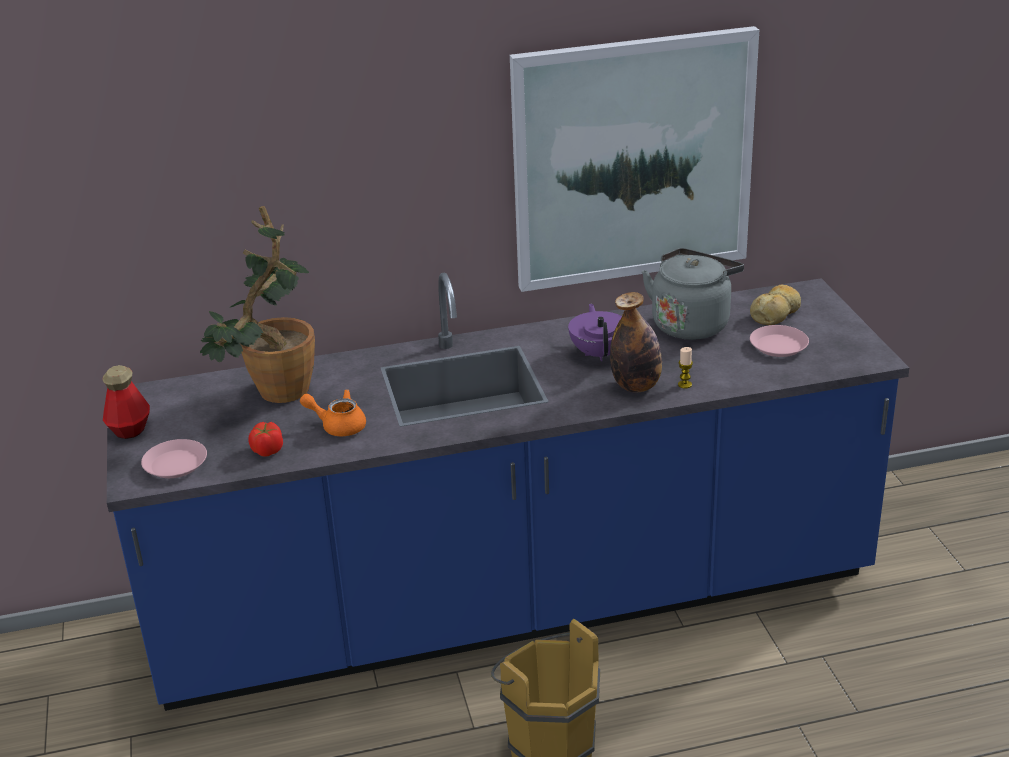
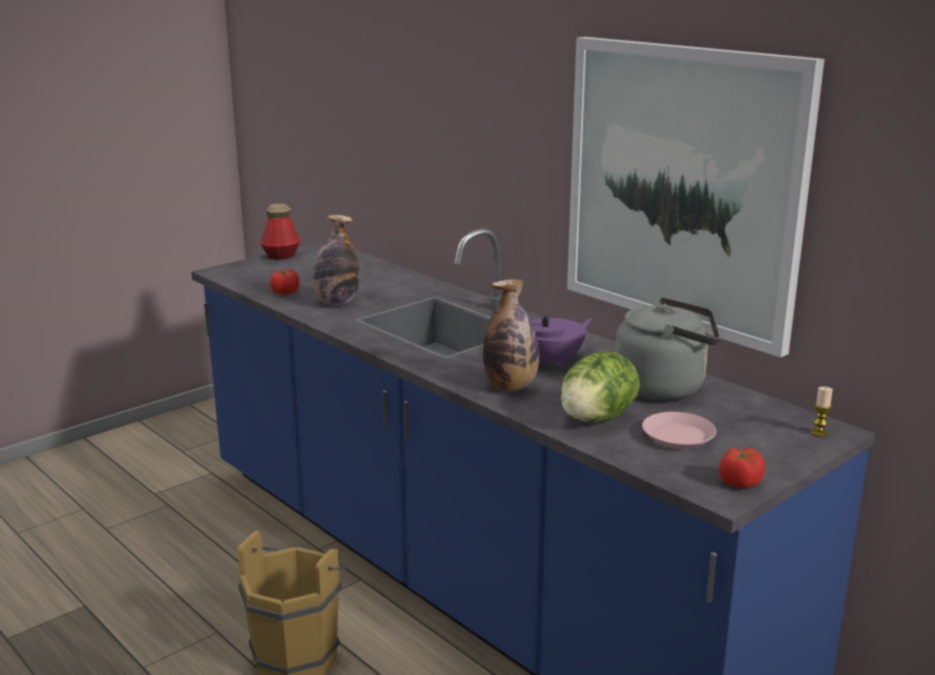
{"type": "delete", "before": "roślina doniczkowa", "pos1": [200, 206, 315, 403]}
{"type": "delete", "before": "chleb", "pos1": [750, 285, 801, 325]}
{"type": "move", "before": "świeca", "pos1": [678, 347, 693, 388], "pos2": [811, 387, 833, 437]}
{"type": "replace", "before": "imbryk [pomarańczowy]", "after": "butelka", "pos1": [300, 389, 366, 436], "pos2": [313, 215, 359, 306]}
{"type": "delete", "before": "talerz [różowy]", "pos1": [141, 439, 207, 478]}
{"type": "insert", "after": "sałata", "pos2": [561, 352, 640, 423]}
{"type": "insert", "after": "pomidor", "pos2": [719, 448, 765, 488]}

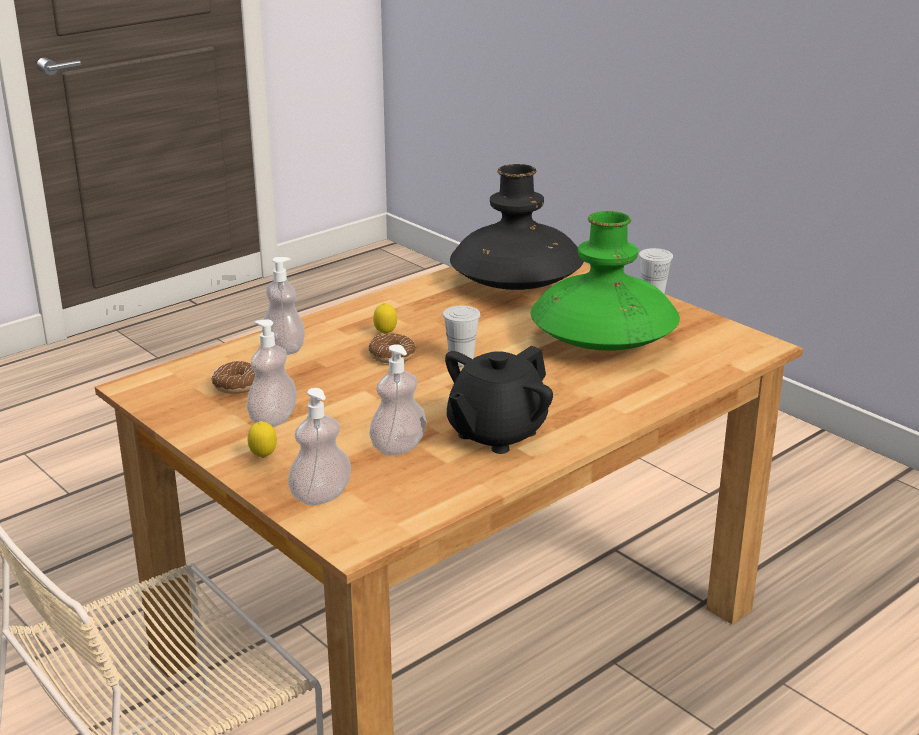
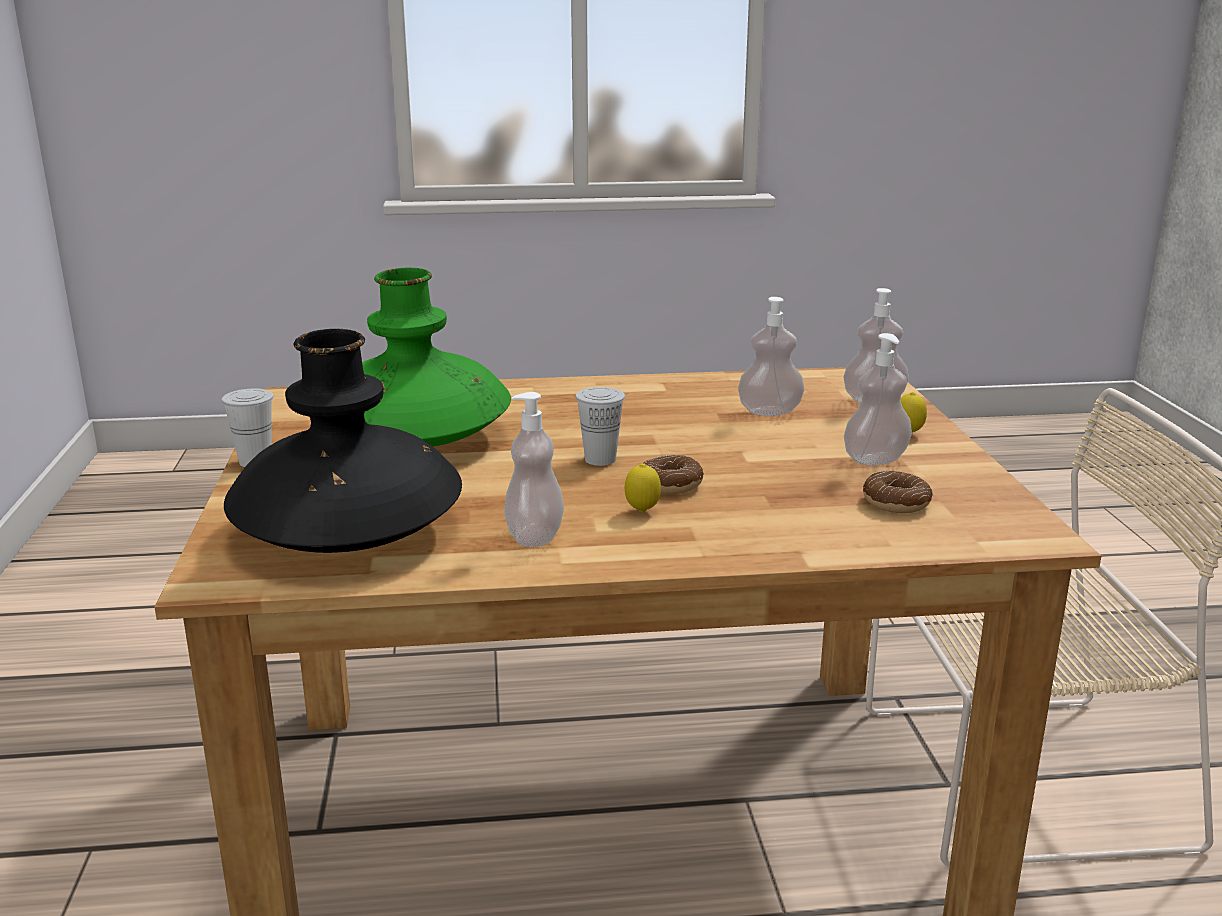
{"type": "move", "before": "dozownik mydła", "pos1": [264, 257, 305, 355], "pos2": [504, 392, 564, 547]}
{"type": "delete", "before": "imbryk [czarny]", "pos1": [445, 345, 553, 454]}

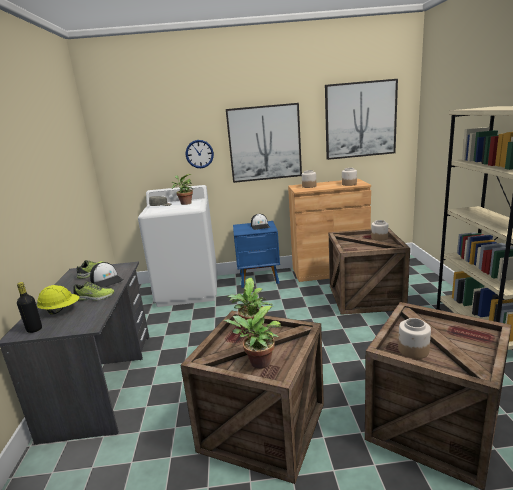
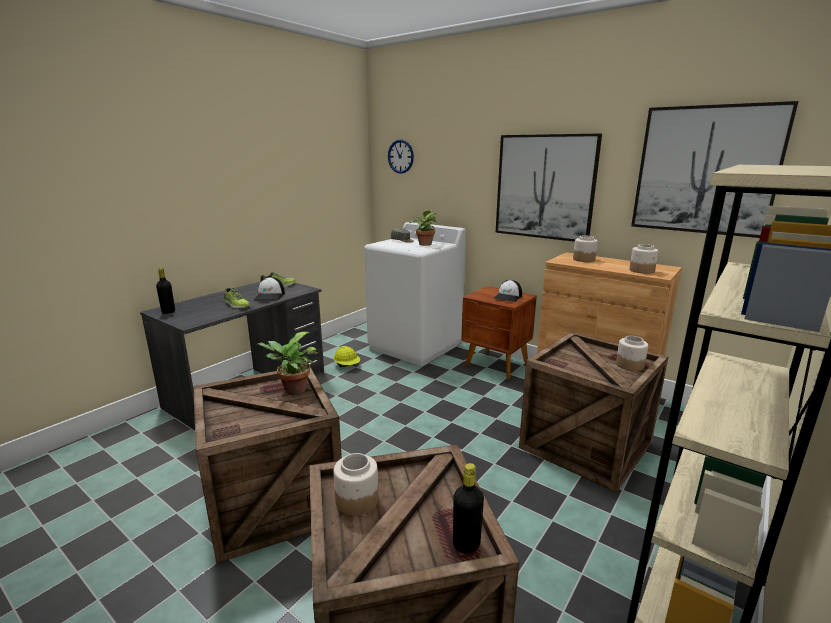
{"type": "move", "before": "zegar ścienny", "pos1": [186, 140, 214, 168], "pos2": [388, 139, 414, 174]}
{"type": "recolor", "before": "szafka nocna [niebieski]", "after": "szafka nocna [brązowy]", "pos1": [233, 221, 280, 288], "pos2": [461, 286, 537, 379]}
{"type": "move", "before": "kask [żółty]", "pos1": [37, 285, 79, 314], "pos2": [334, 346, 360, 367]}
{"type": "delete", "before": "roślina doniczkowa", "pos1": [224, 306, 282, 369]}
{"type": "insert", "after": "butelka [czarny]", "pos2": [453, 463, 484, 554]}

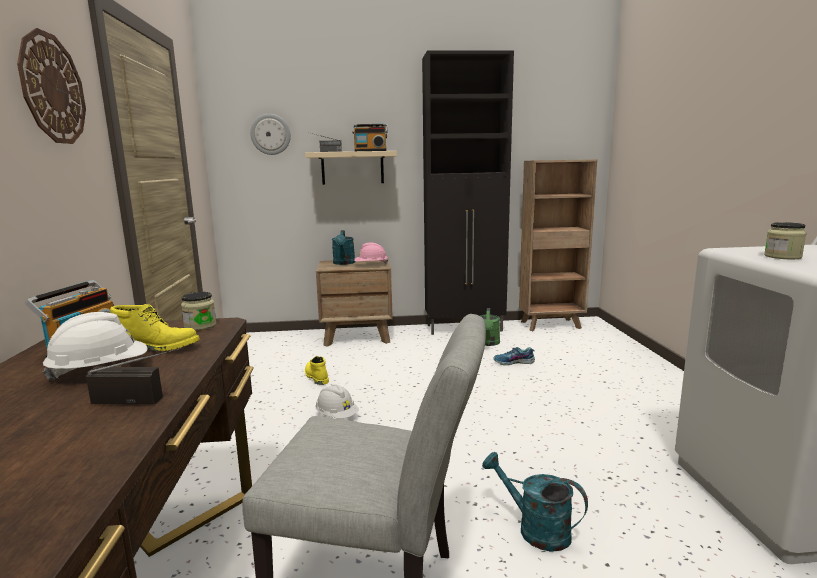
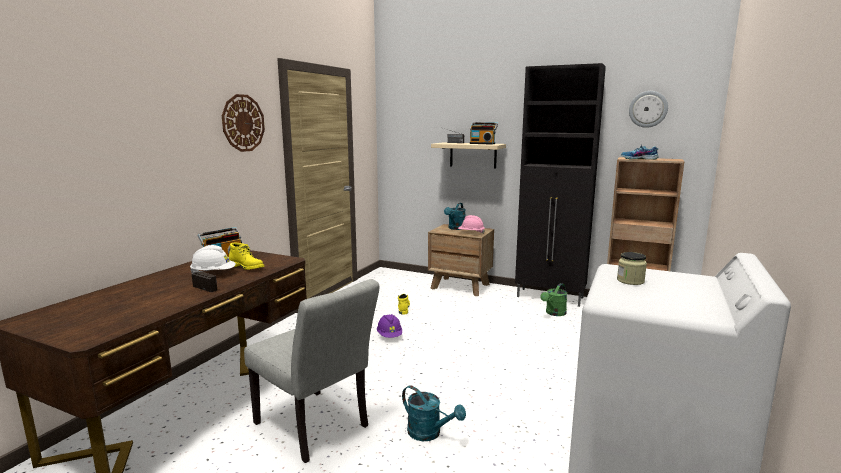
{"type": "move", "before": "zegar ścienny", "pos1": [250, 114, 291, 155], "pos2": [629, 91, 668, 128]}
{"type": "delete", "before": "słoik", "pos1": [181, 292, 216, 331]}
{"type": "move", "before": "but", "pos1": [493, 347, 535, 365], "pos2": [621, 145, 659, 160]}
{"type": "recolor", "before": "kask [biały]", "after": "kask [fioletowy]", "pos1": [315, 384, 358, 419], "pos2": [377, 314, 402, 338]}
{"type": "rotate", "before": "konewka [turkusowy]", "pos1": [482, 452, 588, 552], "pos2": [402, 385, 466, 441], "turn": 150}

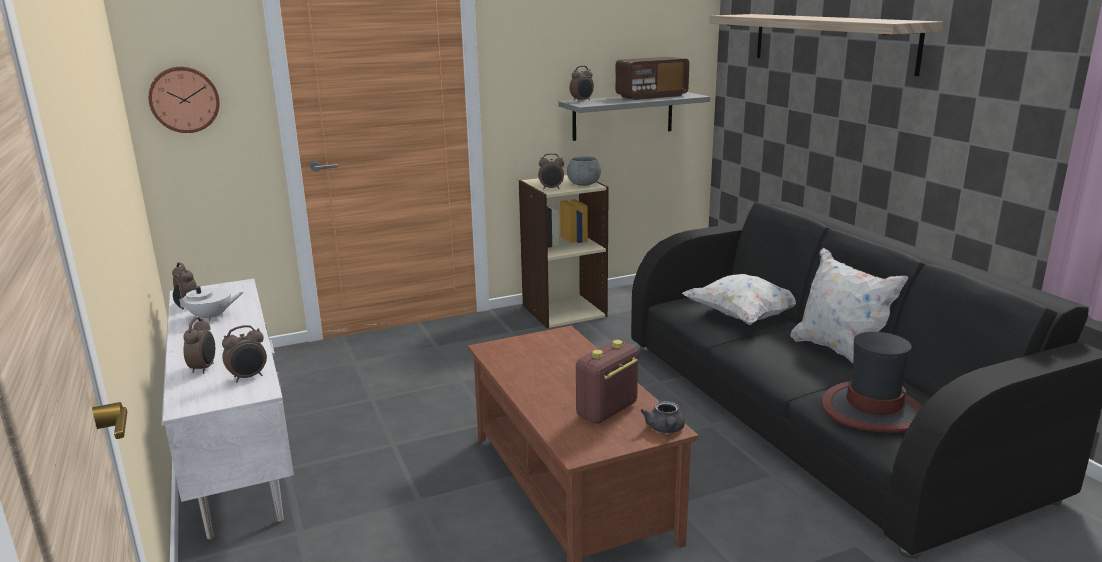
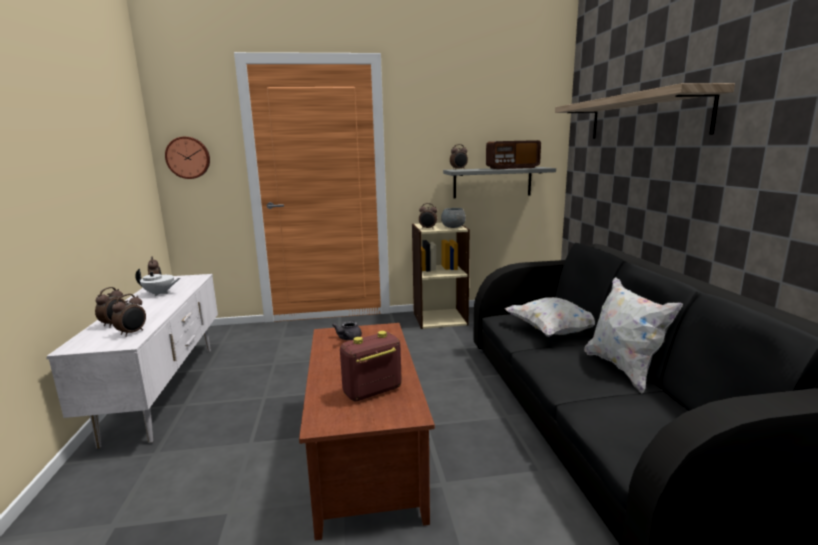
{"type": "rotate", "before": "budzik", "pos1": [222, 325, 267, 382], "pos2": [112, 294, 146, 337], "turn": -45}
{"type": "delete", "before": "kapelusz", "pos1": [821, 332, 921, 433]}
{"type": "move", "before": "imbryk [szary]", "pos1": [640, 401, 685, 433], "pos2": [332, 321, 362, 340]}

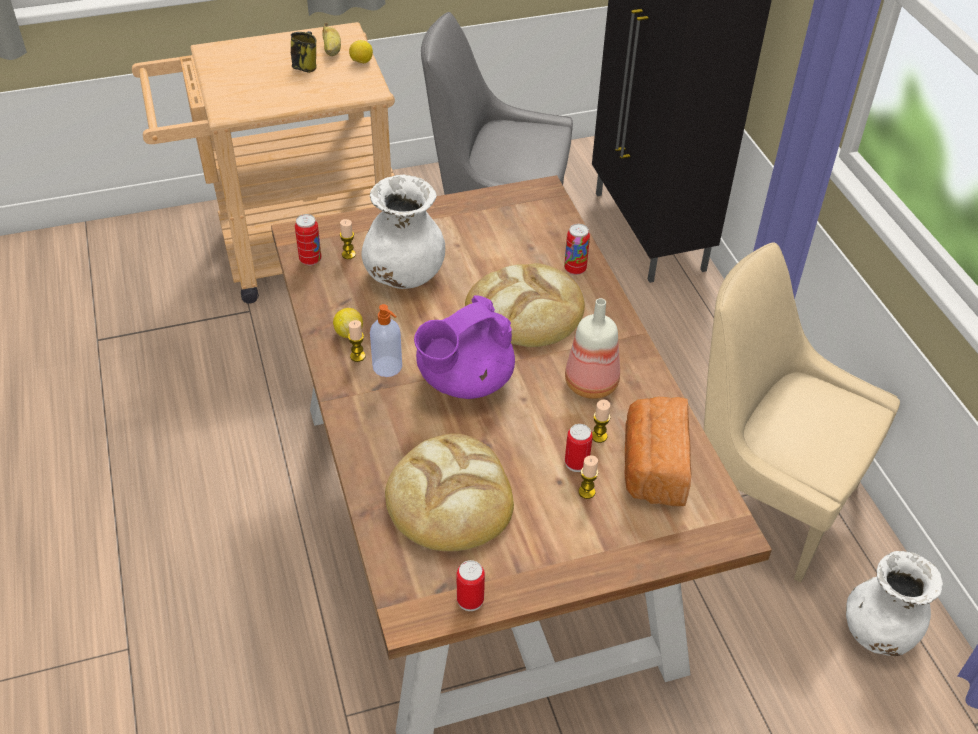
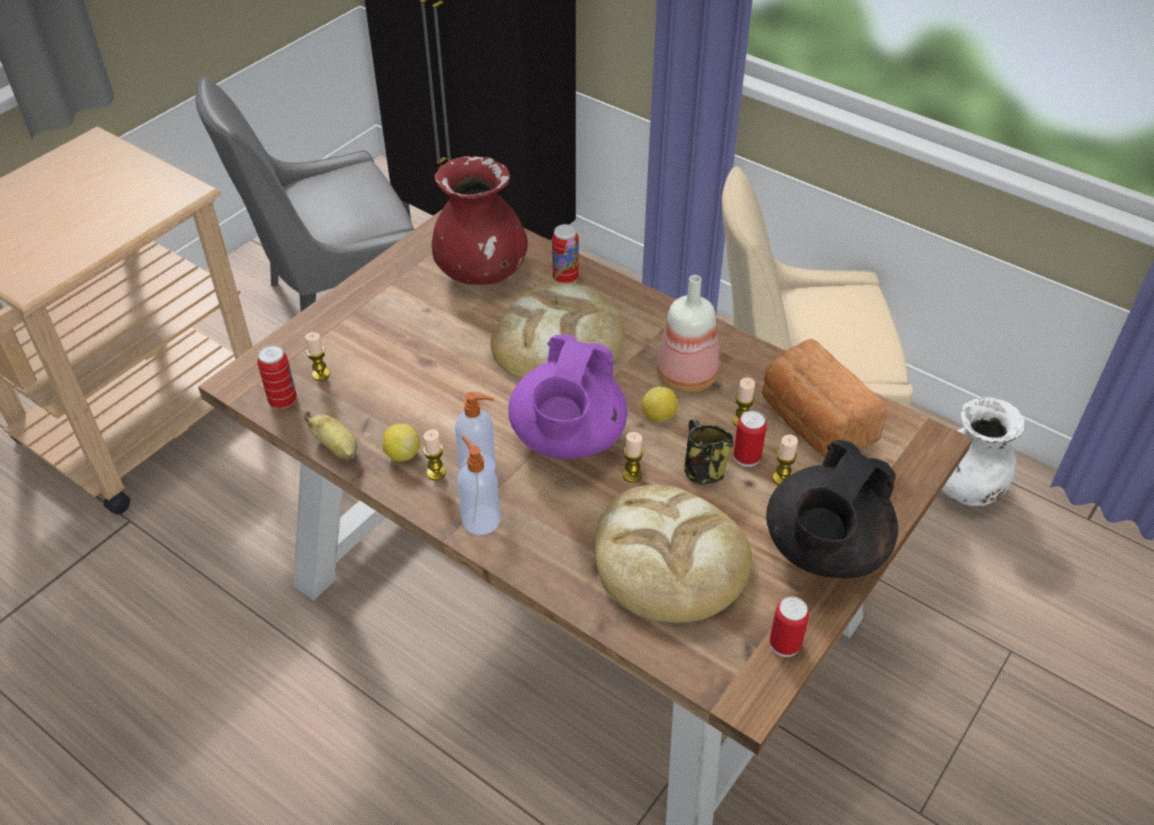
{"type": "move", "before": "banan", "pos1": [322, 23, 341, 56], "pos2": [304, 411, 357, 460]}
{"type": "move", "before": "kubek", "pos1": [291, 31, 317, 73], "pos2": [684, 419, 734, 485]}
{"type": "move", "before": "cytryna", "pos1": [349, 40, 373, 63], "pos2": [642, 386, 678, 422]}
{"type": "delete", "before": "wazon [biały]", "pos1": [361, 175, 445, 289]}
{"type": "insert", "after": "wazon [czerwony]", "pos2": [432, 156, 528, 285]}
{"type": "insert", "after": "świeca", "pos2": [623, 432, 644, 483]}
{"type": "insert", "after": "dozownik mydła", "pos2": [458, 436, 500, 535]}
{"type": "insert", "after": "imbryk [czarny]", "pos2": [766, 440, 898, 578]}

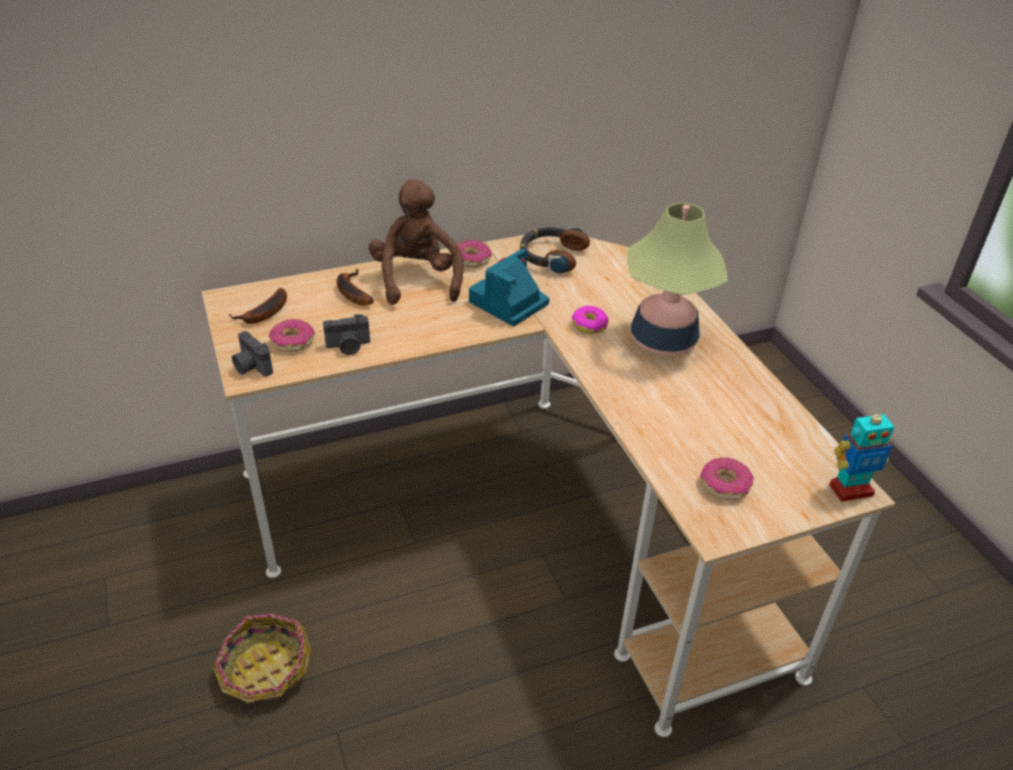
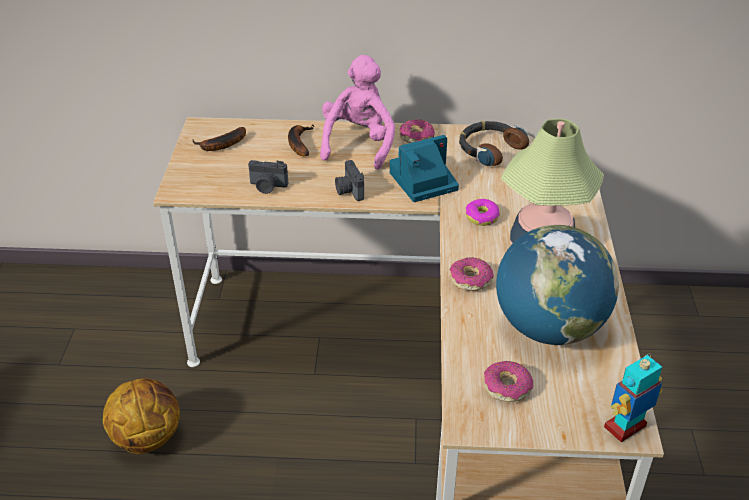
{"type": "recolor", "before": "pluszak [brązowy]", "after": "pluszak [różowy]", "pos1": [369, 179, 464, 305], "pos2": [320, 55, 395, 170]}
{"type": "move", "before": "donut", "pos1": [269, 319, 315, 352], "pos2": [450, 257, 494, 291]}
{"type": "move", "before": "aparat fotograficzny", "pos1": [232, 331, 273, 376], "pos2": [335, 160, 364, 201]}
{"type": "rotate", "before": "robot zabawkowy", "pos1": [830, 408, 895, 502], "pos2": [604, 353, 662, 442], "turn": 135}
{"type": "replace", "before": "koszyk", "after": "piłka do koszykówki", "pos1": [213, 614, 311, 718], "pos2": [103, 378, 180, 454]}
{"type": "insert", "after": "globus", "pos2": [496, 225, 619, 345]}

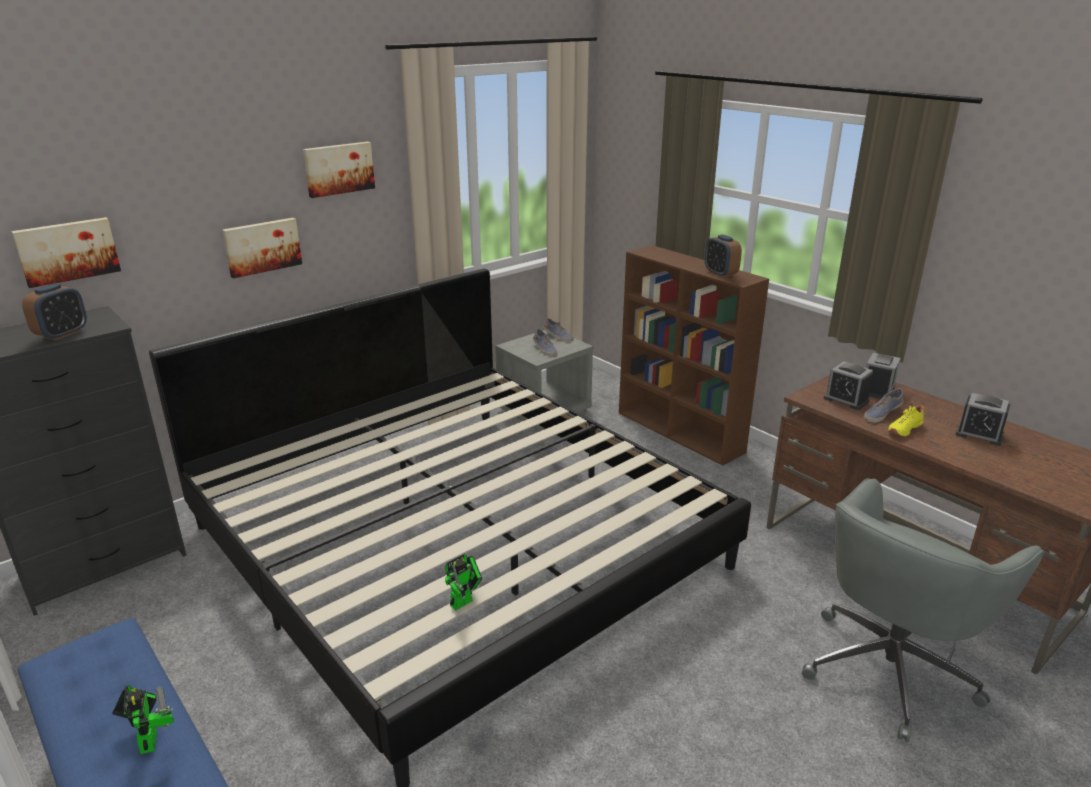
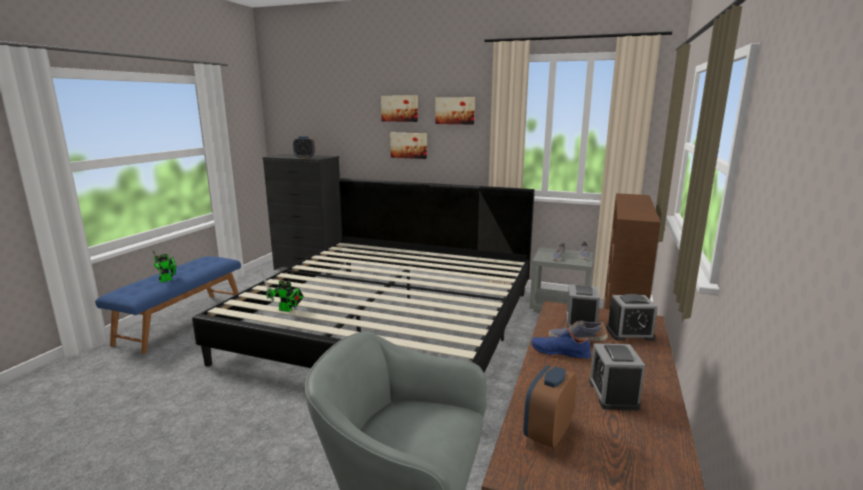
{"type": "move", "before": "obraz", "pos1": [11, 217, 121, 288], "pos2": [381, 96, 418, 122]}
{"type": "move", "before": "budzik", "pos1": [705, 235, 742, 277], "pos2": [523, 365, 577, 448]}
{"type": "recolor", "before": "but [żółty]", "after": "but [niebieski]", "pos1": [888, 401, 924, 437], "pos2": [531, 324, 593, 360]}

